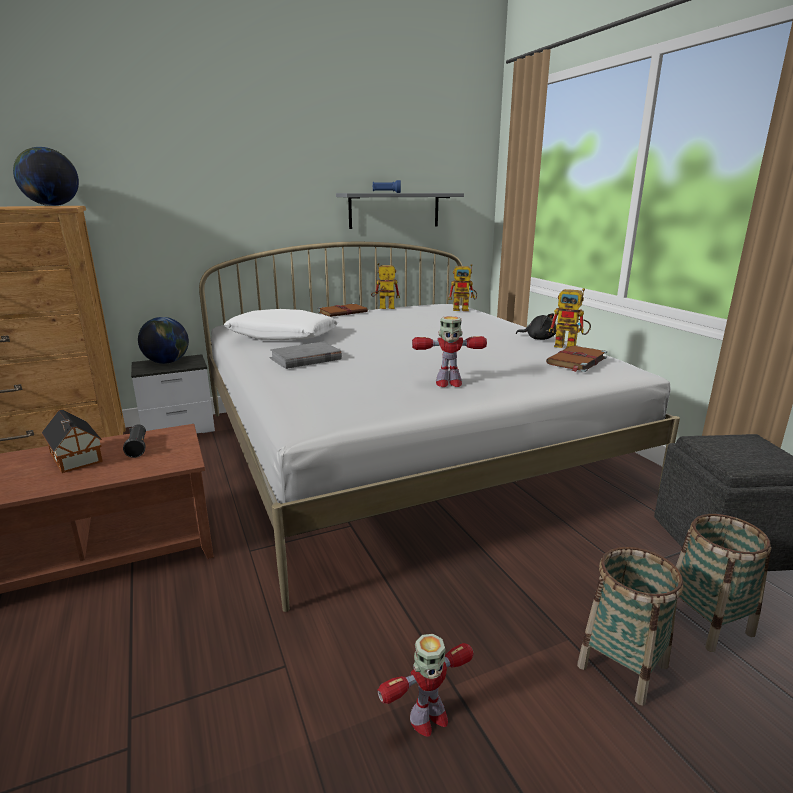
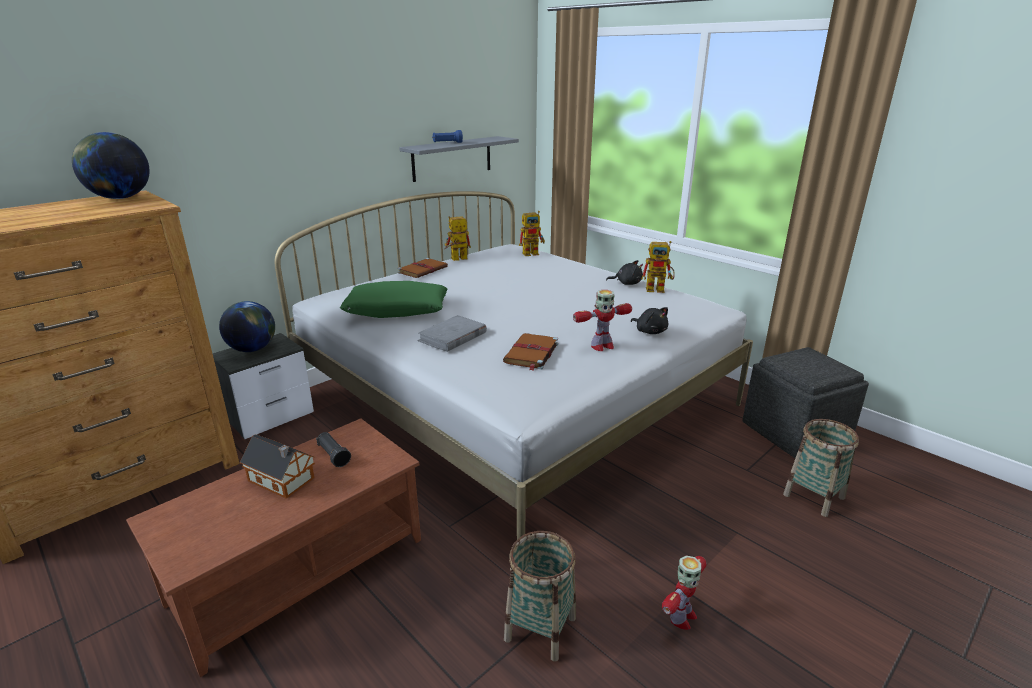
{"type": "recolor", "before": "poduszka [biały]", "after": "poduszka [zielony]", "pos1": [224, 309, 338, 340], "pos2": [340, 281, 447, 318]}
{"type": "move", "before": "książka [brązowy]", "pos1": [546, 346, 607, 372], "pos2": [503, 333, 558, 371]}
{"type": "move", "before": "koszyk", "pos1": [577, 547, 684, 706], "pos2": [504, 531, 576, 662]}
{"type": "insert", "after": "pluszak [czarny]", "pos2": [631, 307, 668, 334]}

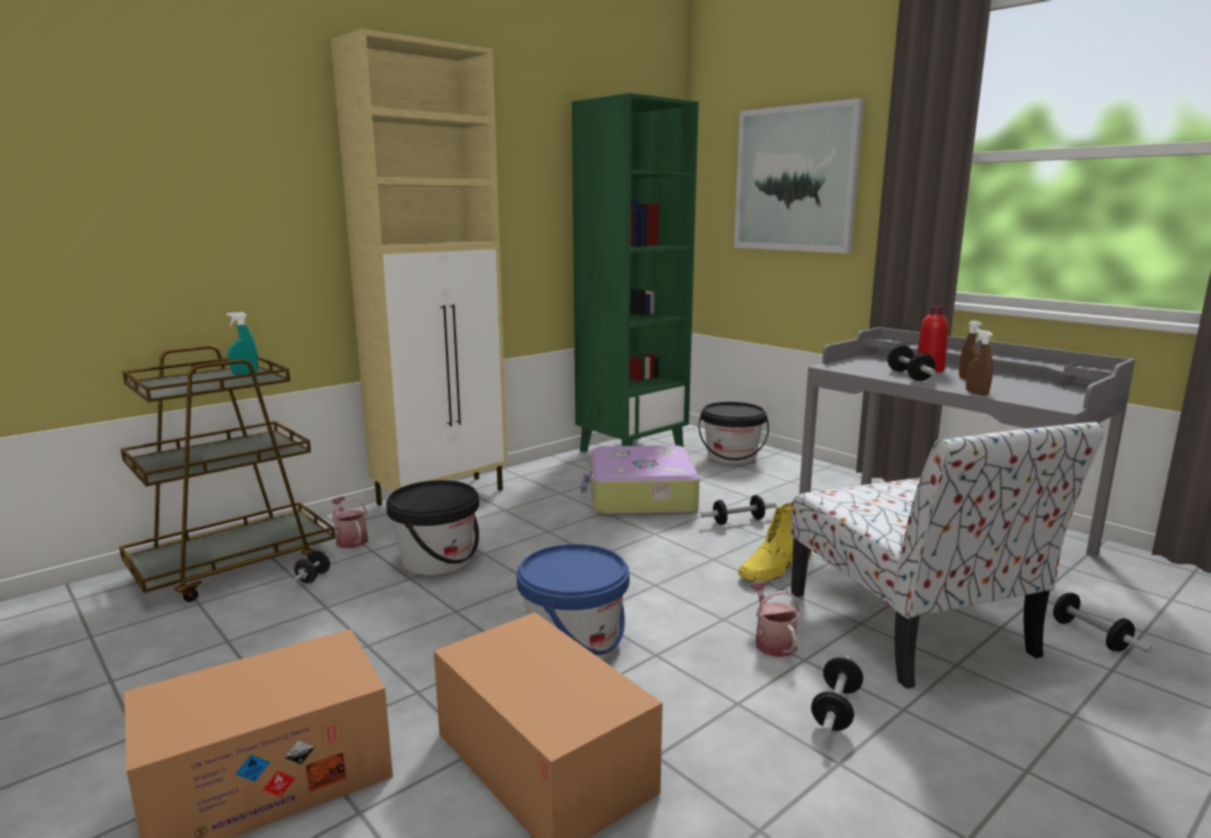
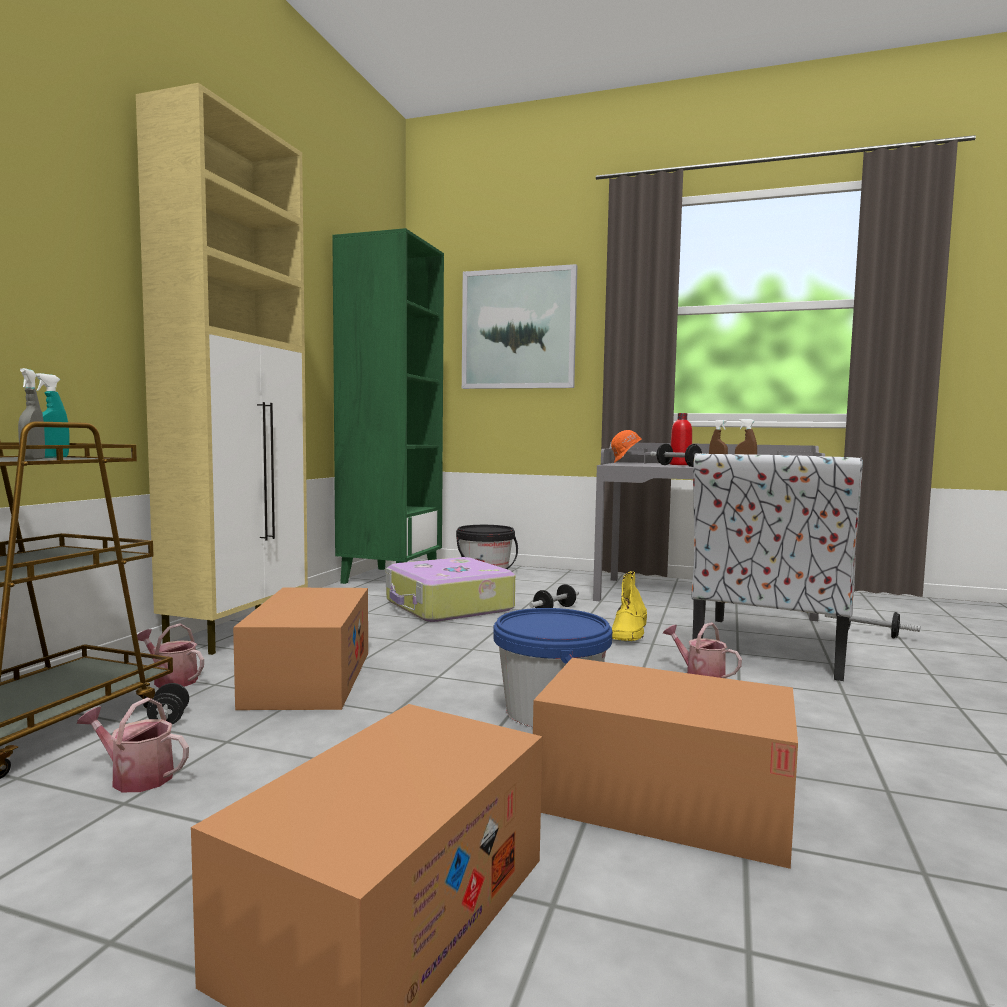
{"type": "rotate", "before": "krzesło", "pos1": [791, 422, 1104, 689], "pos2": [691, 453, 863, 681], "turn": 75}
{"type": "replace", "before": "wiadro [czarny]", "after": "karton", "pos1": [386, 480, 479, 575], "pos2": [233, 587, 368, 710]}
{"type": "delete", "before": "hantel", "pos1": [811, 655, 863, 735]}
{"type": "insert", "after": "spryskiwacz [szary]", "pos2": [18, 368, 45, 460]}
{"type": "insert", "after": "kask [pomarańczowy]", "pos2": [611, 430, 642, 463]}
{"type": "insert", "after": "konewka", "pos2": [77, 698, 189, 792]}

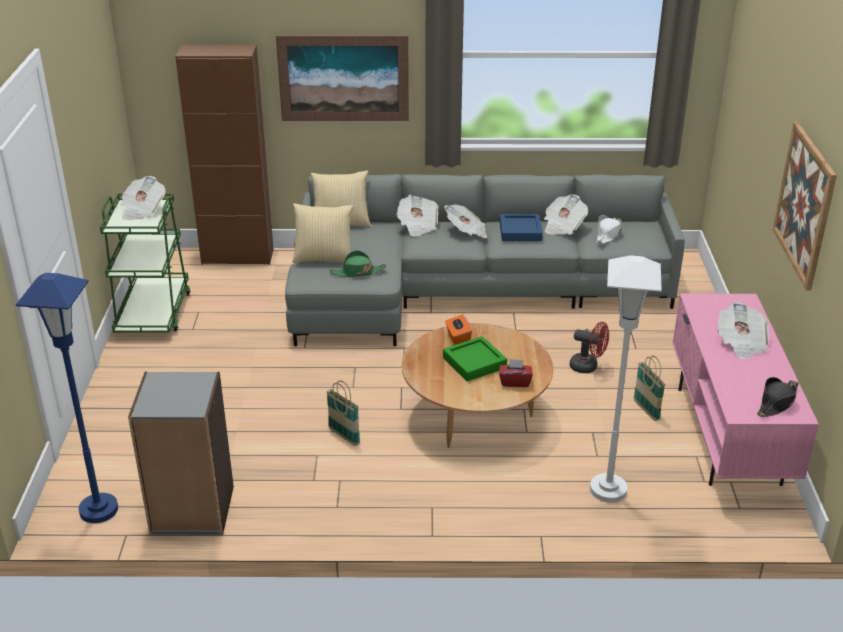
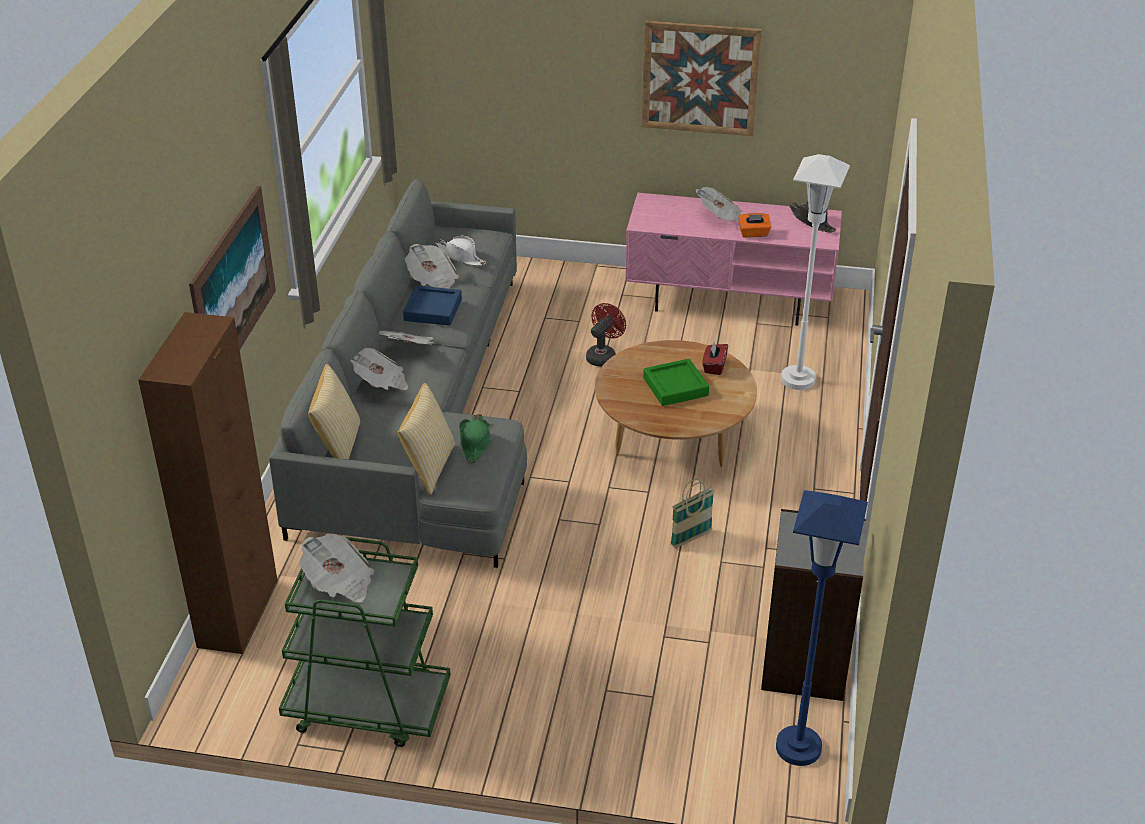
{"type": "move", "before": "pudełko chusteczek [pomarańczowy]", "pos1": [445, 315, 472, 345], "pos2": [738, 213, 771, 238]}
{"type": "delete", "before": "koszyk", "pos1": [633, 355, 665, 421]}

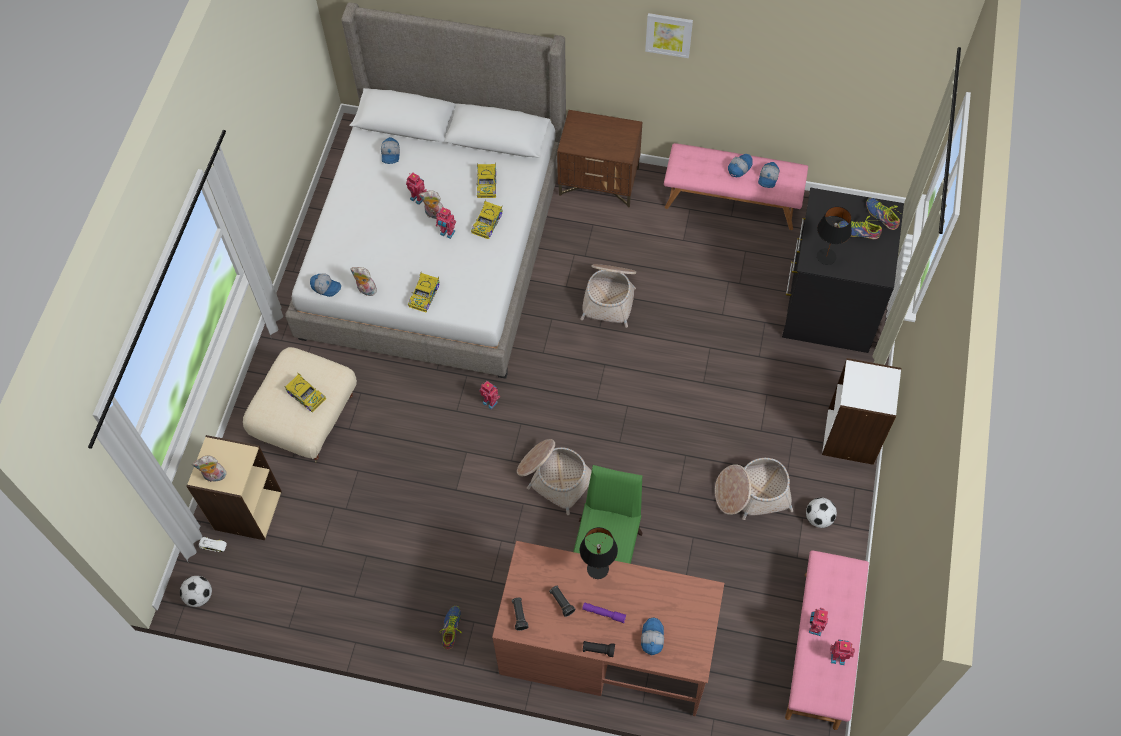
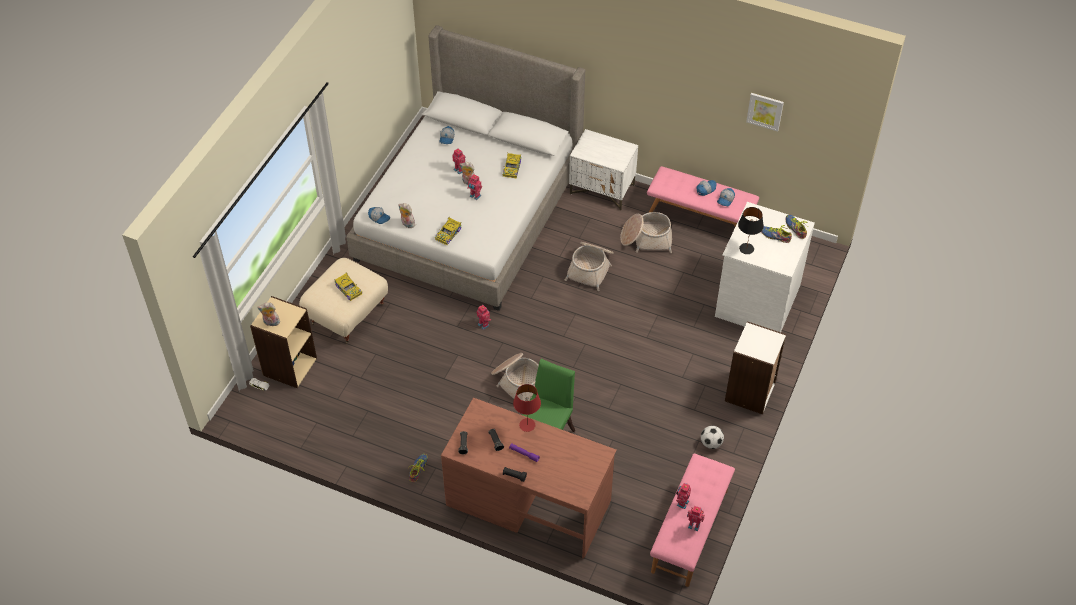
{"type": "move", "before": "obraz", "pos1": [645, 13, 693, 58], "pos2": [746, 93, 784, 132]}
{"type": "recolor", "before": "szafka nocna [brązowy]", "after": "szafka nocna [biały]", "pos1": [557, 110, 642, 207], "pos2": [569, 129, 638, 211]}
{"type": "recolor", "before": "komoda [czarny]", "after": "komoda [biały]", "pos1": [782, 188, 904, 353], "pos2": [715, 202, 815, 332]}
{"type": "delete", "before": "samochodzik", "pos1": [471, 200, 503, 239]}
{"type": "move", "before": "koszyk", "pos1": [715, 458, 793, 520], "pos2": [620, 212, 672, 253]}
{"type": "recolor", "before": "lampa stołowa [czarny]", "after": "lampa stołowa [czerwony]", "pos1": [580, 527, 618, 579], "pos2": [513, 384, 541, 432]}
{"type": "delete", "before": "piłka futbolowa", "pos1": [180, 576, 212, 607]}
{"type": "delete", "before": "czapka z daszkiem", "pos1": [641, 617, 664, 656]}

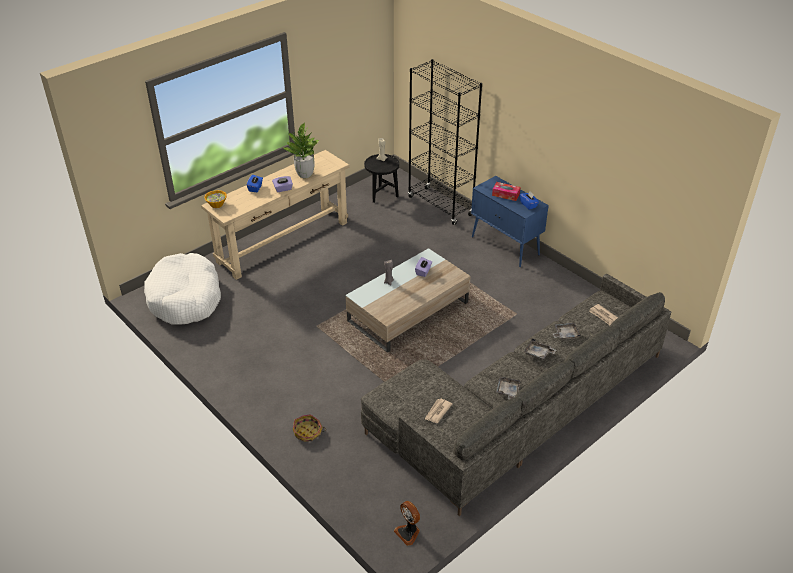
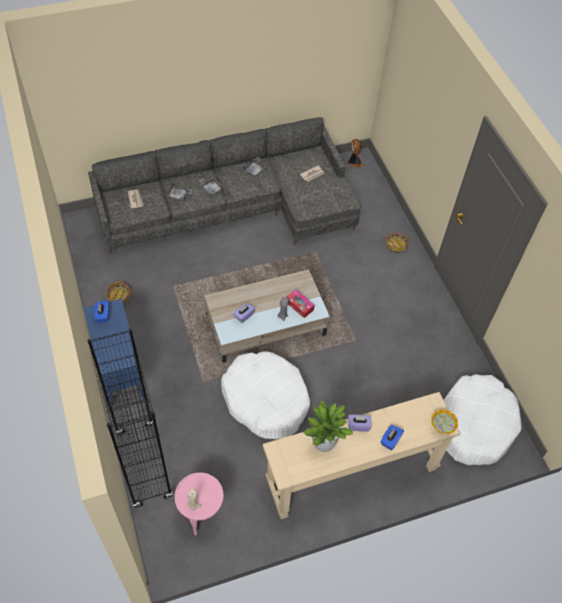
{"type": "recolor", "before": "stolik [czarny]", "after": "stolik [różowy]", "pos1": [364, 154, 399, 203], "pos2": [175, 473, 224, 535]}
{"type": "move", "before": "pudełko chusteczek", "pos1": [492, 182, 520, 201], "pos2": [286, 289, 314, 318]}
{"type": "insert", "after": "koszyk", "pos2": [106, 281, 132, 307]}
{"type": "insert", "after": "legowisko [biały]", "pos2": [221, 351, 310, 439]}

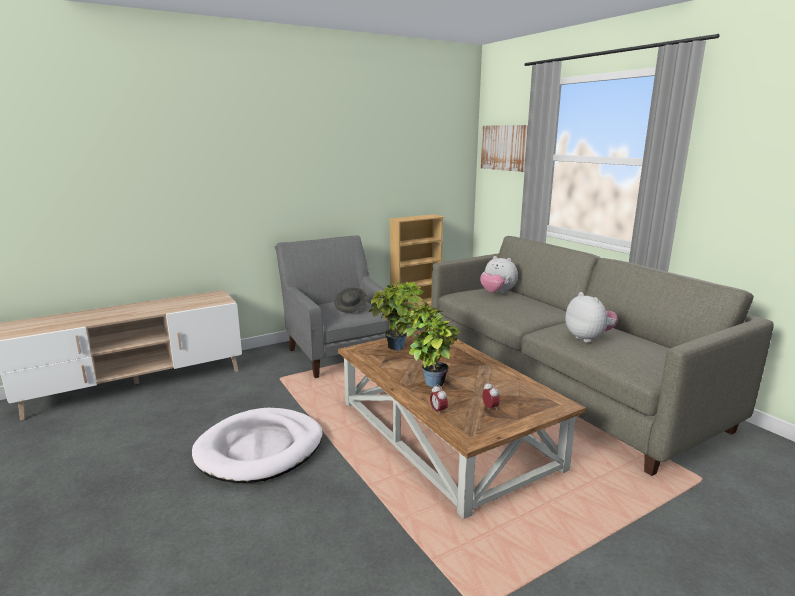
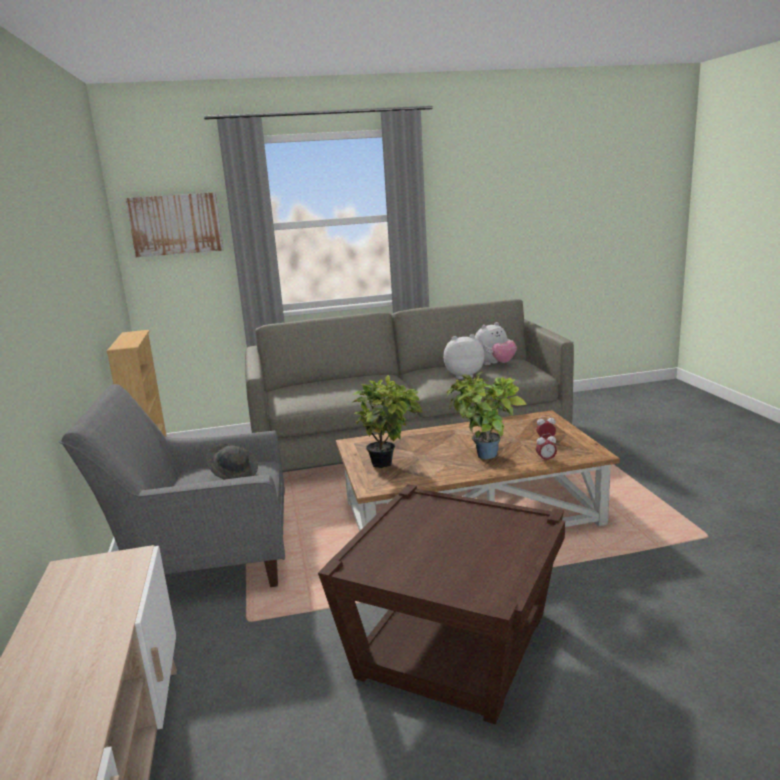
{"type": "move", "before": "pluszak", "pos1": [480, 256, 518, 294], "pos2": [475, 322, 517, 365]}
{"type": "replace", "before": "legowisko [biały]", "after": "stolik [brązowy]", "pos1": [192, 408, 323, 483], "pos2": [318, 484, 565, 724]}

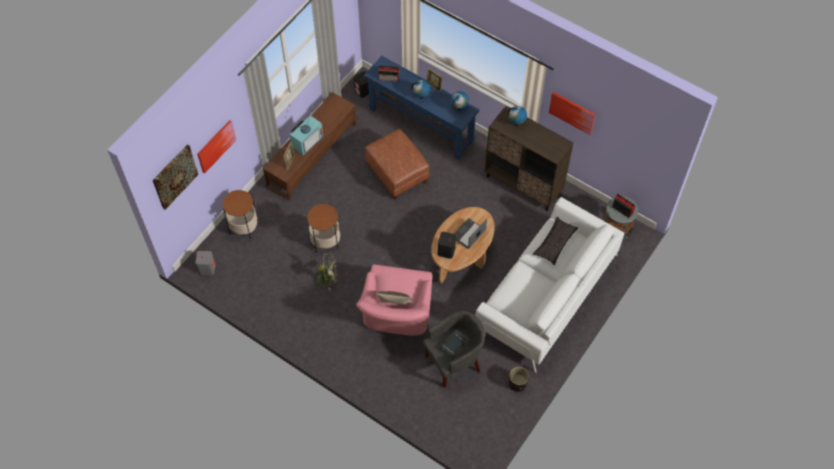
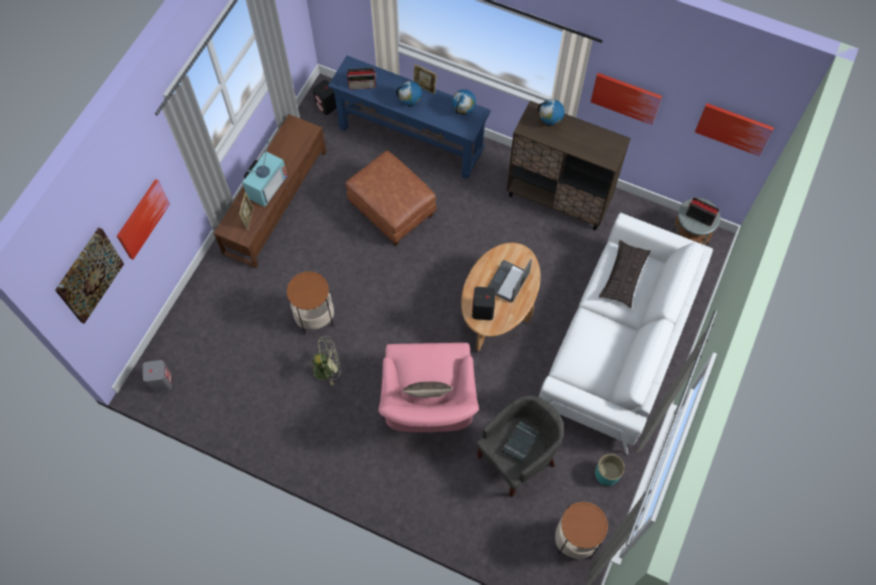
{"type": "move", "before": "stolik", "pos1": [223, 190, 258, 239], "pos2": [555, 502, 608, 559]}
{"type": "recolor", "before": "donica [czarny]", "after": "donica [turkusowy]", "pos1": [509, 367, 529, 392], "pos2": [595, 454, 625, 486]}
{"type": "insert", "after": "obraz", "pos2": [695, 103, 774, 156]}

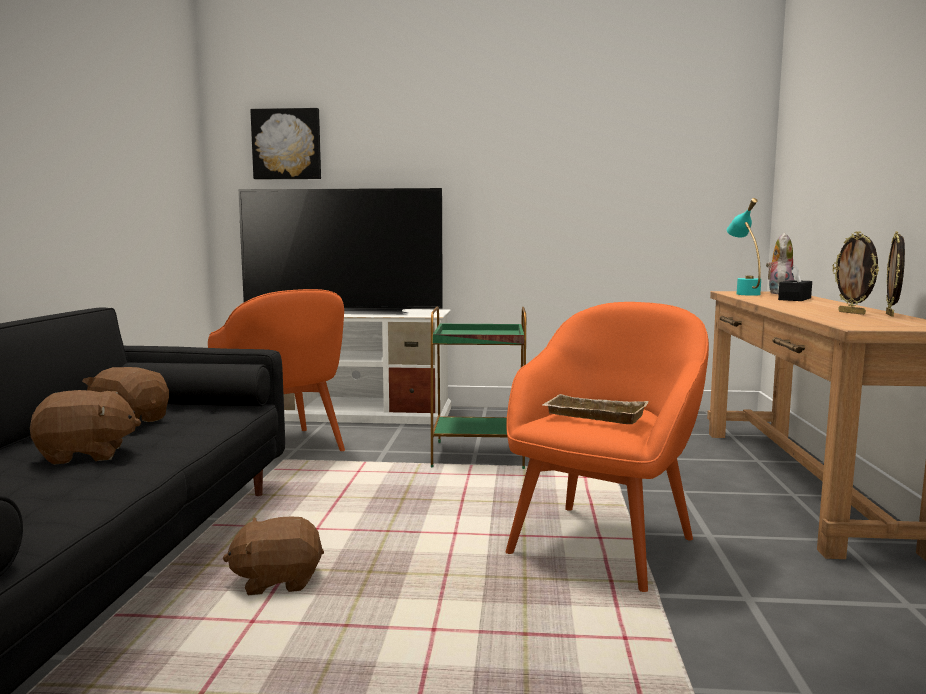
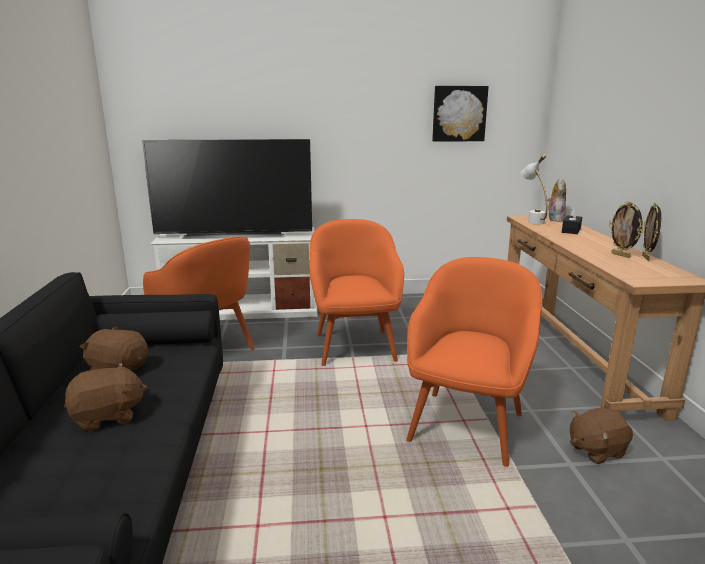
{"type": "move", "before": "obraz", "pos1": [250, 108, 321, 179], "pos2": [432, 86, 489, 142]}
{"type": "recolor", "before": "lampa stołowa [turkusowy]", "after": "lampa stołowa [biały]", "pos1": [727, 198, 761, 296], "pos2": [521, 155, 547, 224]}
{"type": "replace", "before": "stolik [zielony]", "after": "fotel [pomarańczowy]", "pos1": [431, 306, 526, 469], "pos2": [310, 219, 404, 366]}
{"type": "delete", "before": "taca [beżowy]", "pos1": [542, 394, 649, 424]}
{"type": "move", "before": "pluszak [brązowy]", "pos1": [223, 517, 324, 595], "pos2": [570, 408, 633, 464]}

